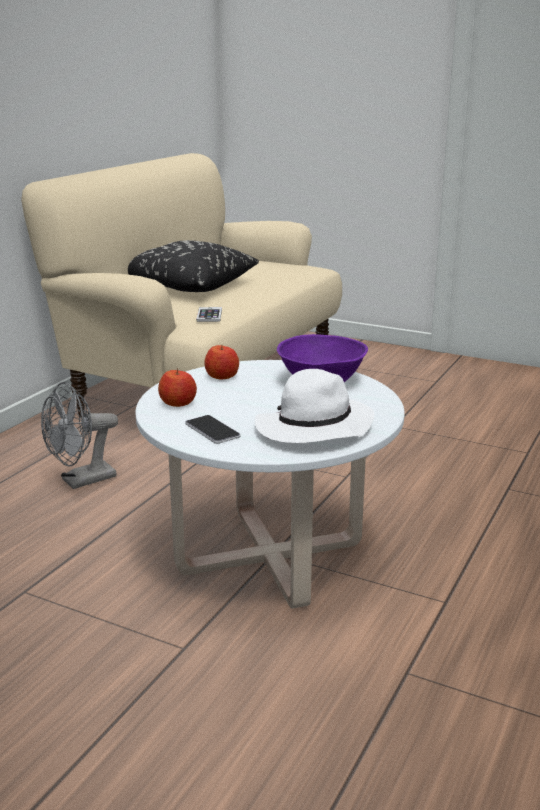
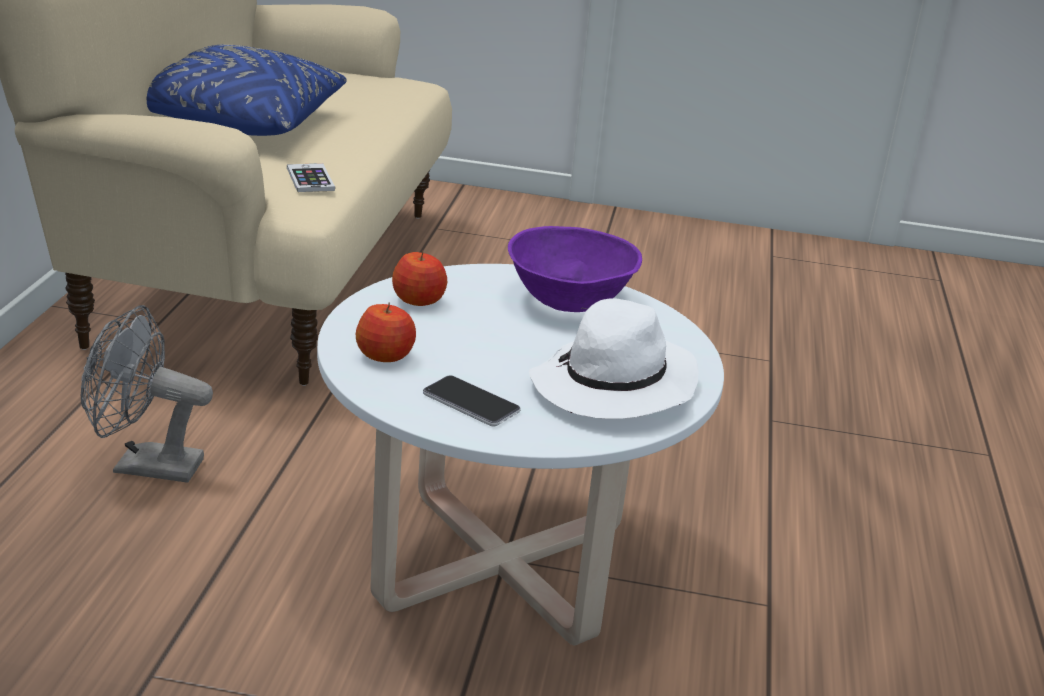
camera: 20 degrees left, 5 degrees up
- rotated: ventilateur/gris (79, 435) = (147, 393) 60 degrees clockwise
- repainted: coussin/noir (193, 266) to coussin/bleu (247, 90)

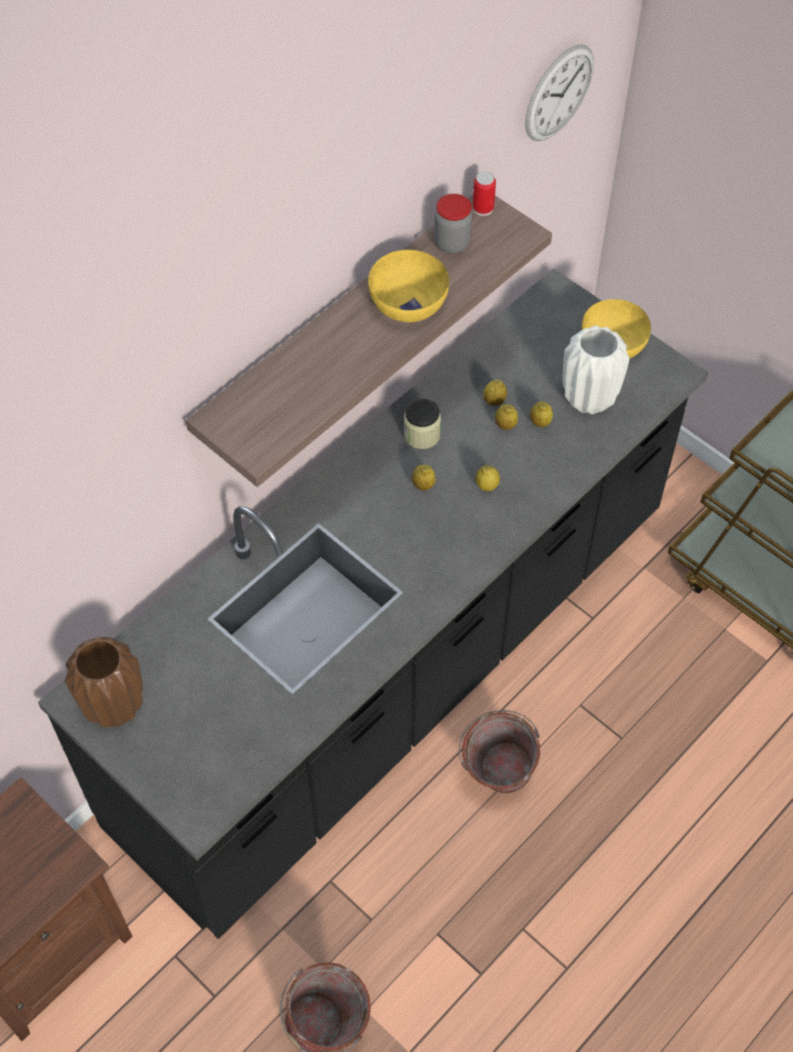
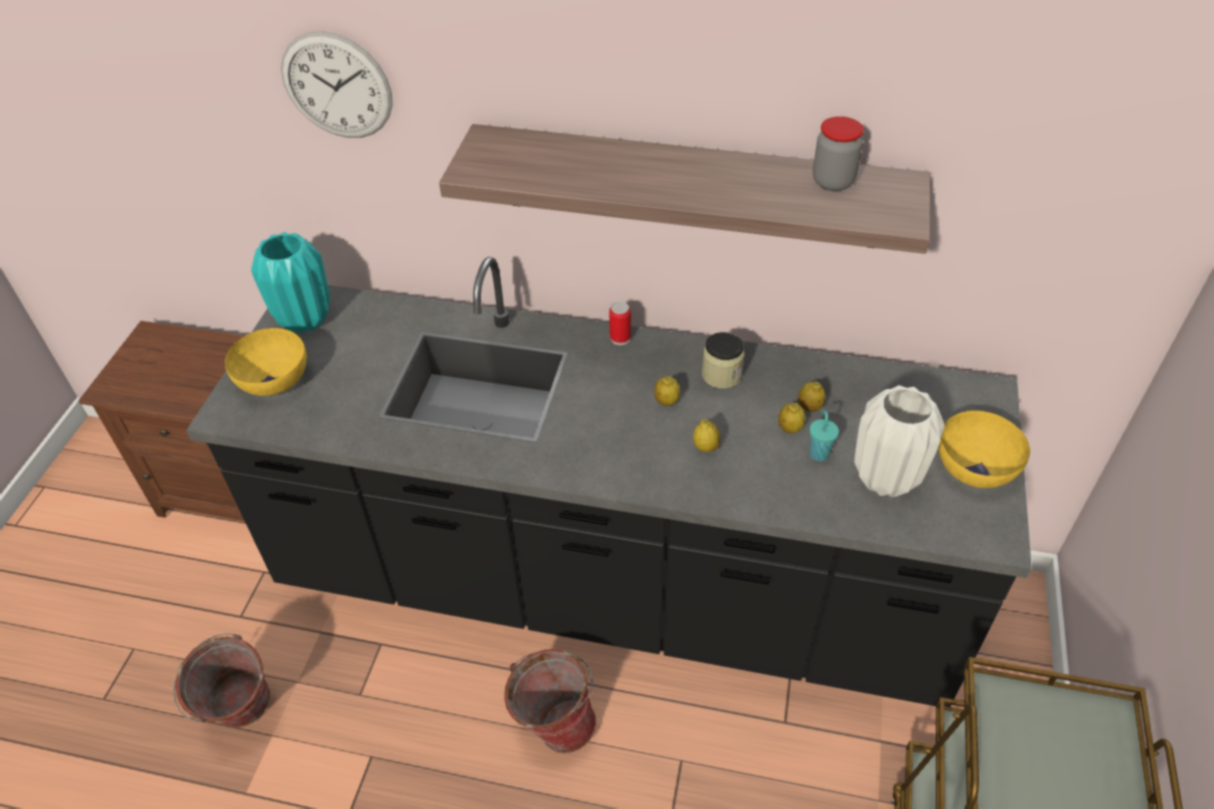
camera: 60 degrees right, 10 degrees down
- shifted: bol/jaune (408, 286) to (266, 362)
- repainted: vase/marron (104, 682) to vase/turquoise (290, 282)
- shifted: horloge murale (559, 92) to (337, 84)
- shifted: boîte métallique (484, 193) to (620, 323)
- swapped: citron (541, 414) to tasse/turquoise (824, 435)

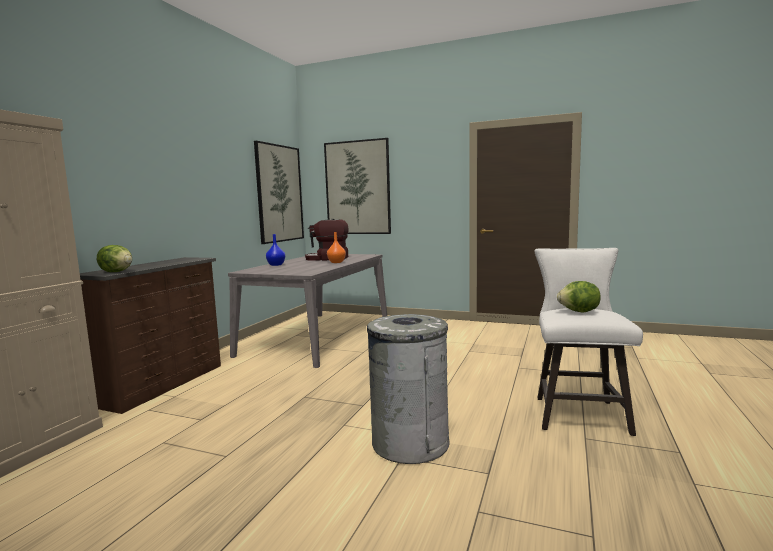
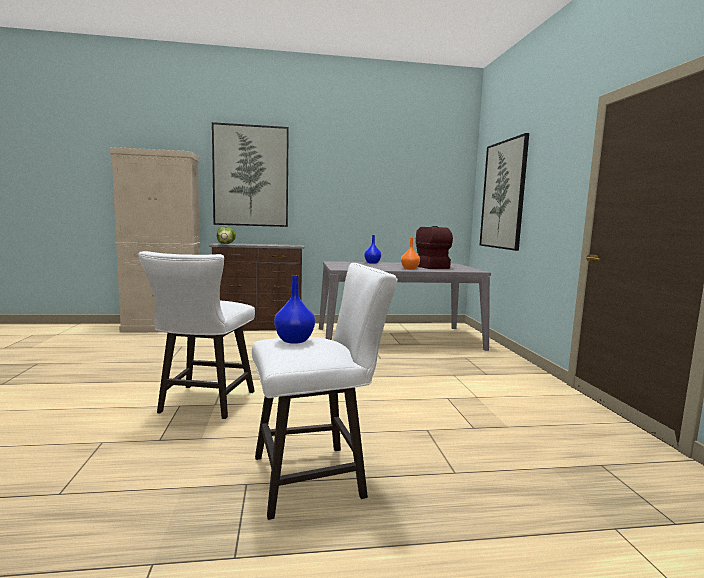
camera: 60 degrees right, 0 degrees up
- swapped: poubelle/gris (408, 389) to tabouret/blanc (196, 335)
- shifted: tableau (279, 192) to (250, 174)
- swapped: laitue (579, 297) to vase/bleu (294, 309)

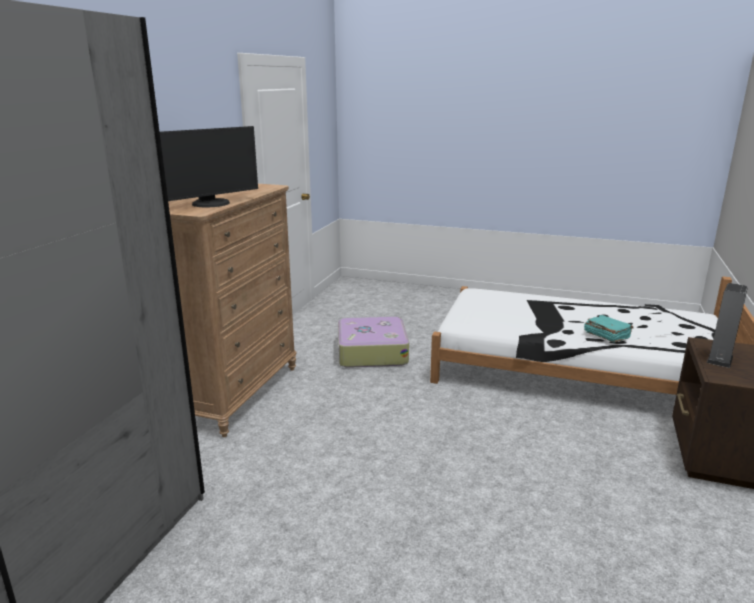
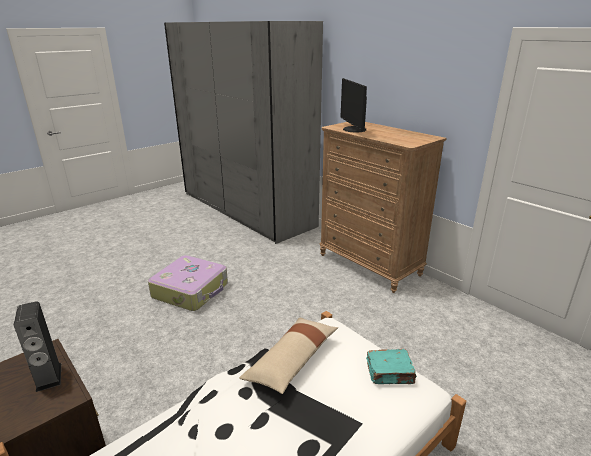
camera: 120 degrees right, 5 degrees up
- shifted: valise (373, 342) to (188, 283)
- new: coussin/beige (288, 355)
- shifted: livre/turquoise (609, 329) to (391, 366)

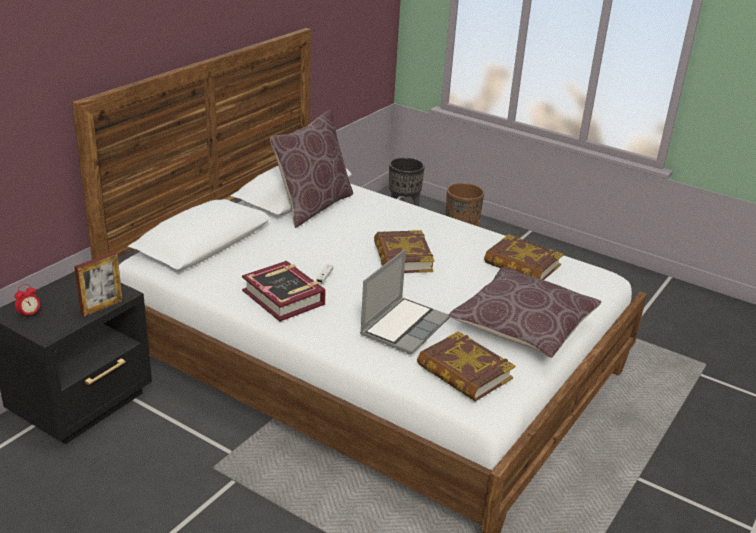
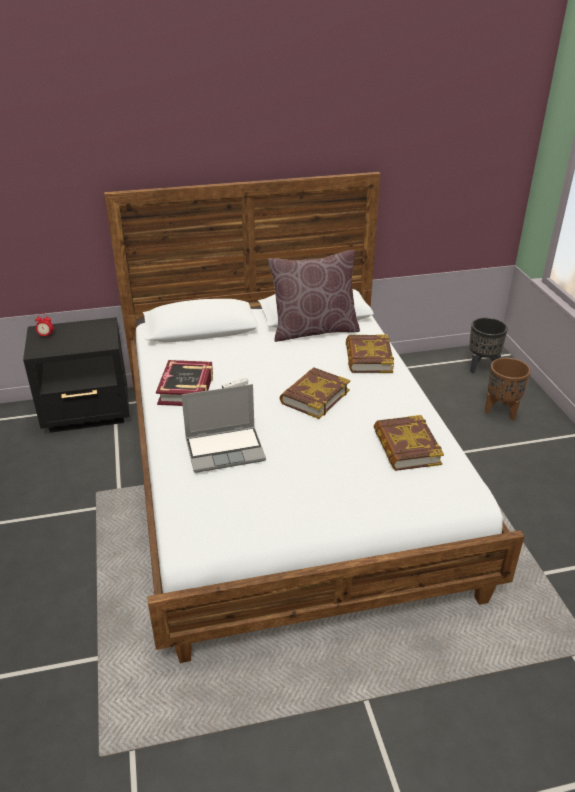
camera: 45 degrees right, 5 degrees up
- shifted: livre (466, 366) to (370, 354)
- gone: cadre photo (98, 284)
- gone: coussin/marron (524, 312)

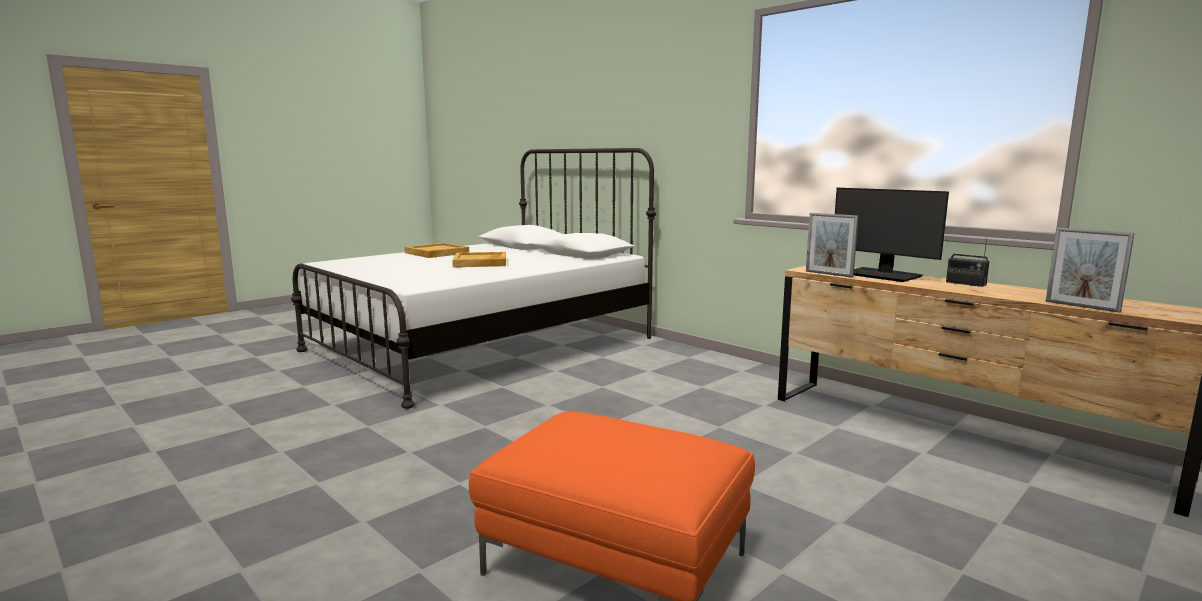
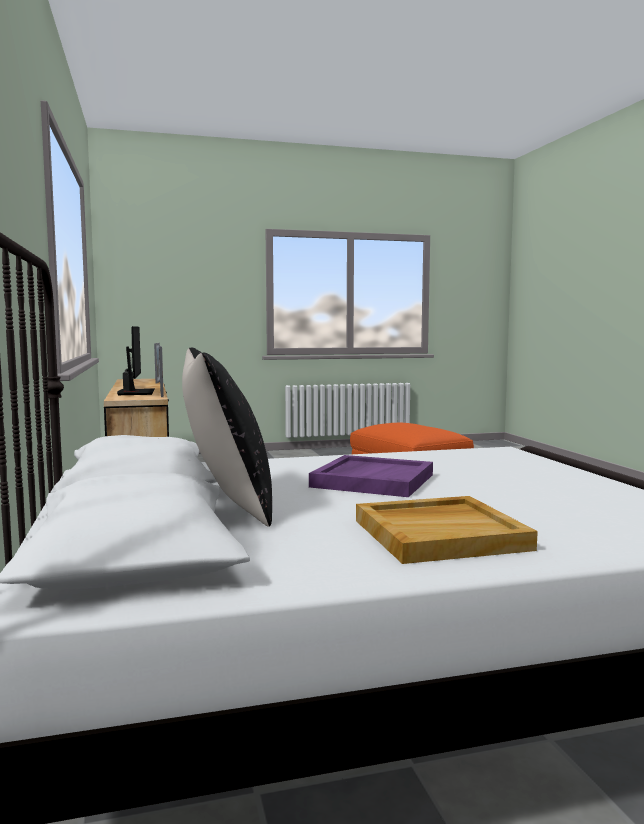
camera: 150 degrees left, 5 degrees down
- new: coussin/noir (227, 437)
- repainted: plateau/beige (479, 259) to plateau/violet (371, 476)

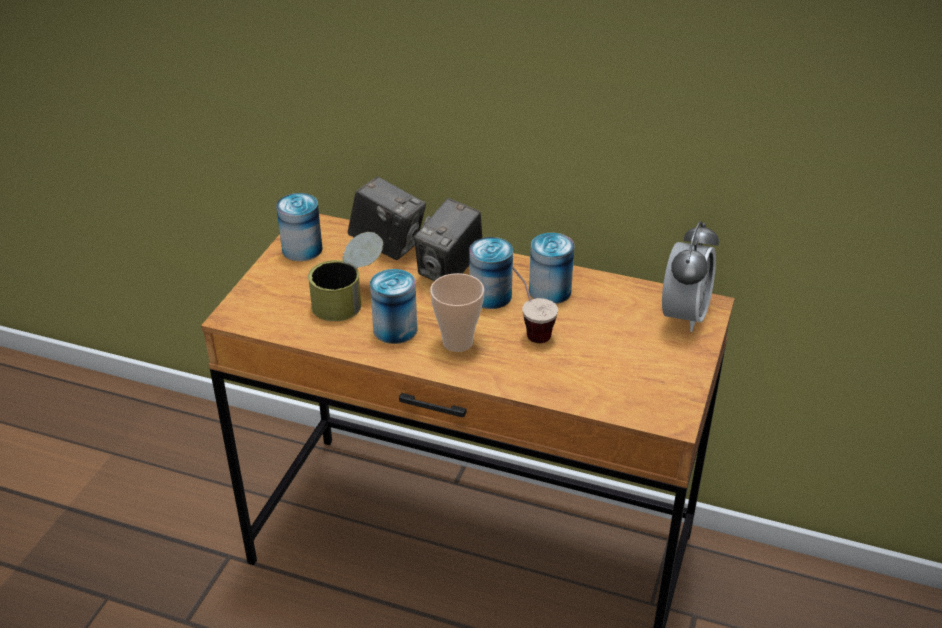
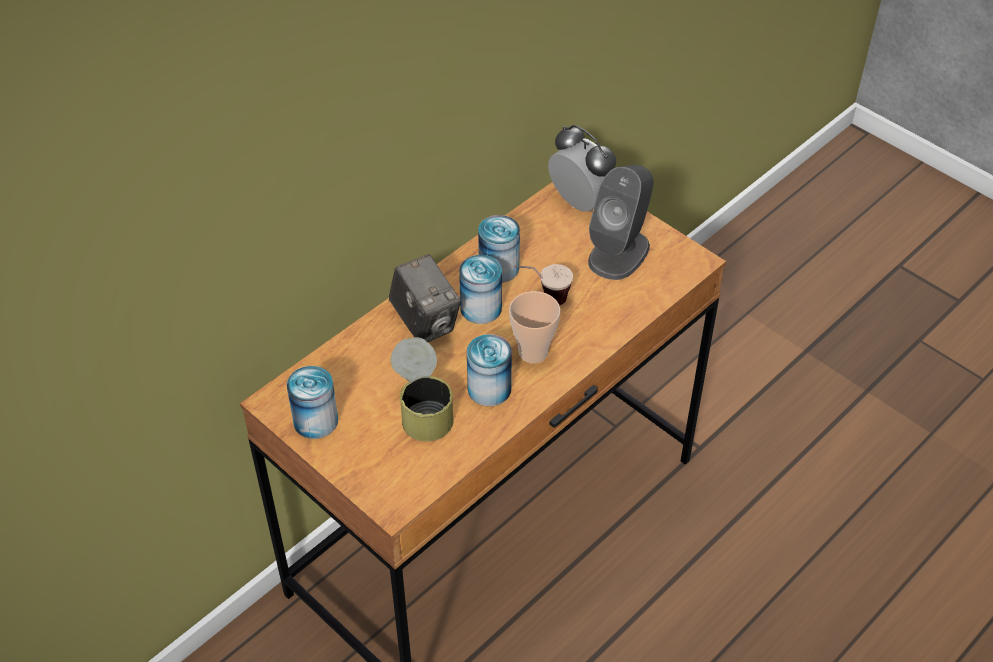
camera: 65 degrees left, 10 degrees up
- new: enceinte/gris (620, 222)
- gone: appareil photo (387, 218)

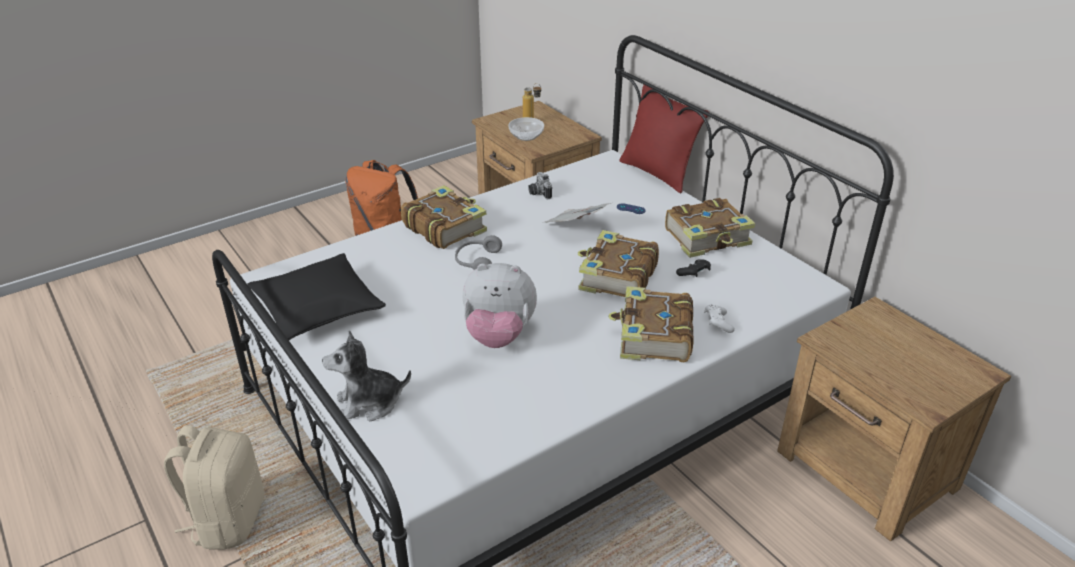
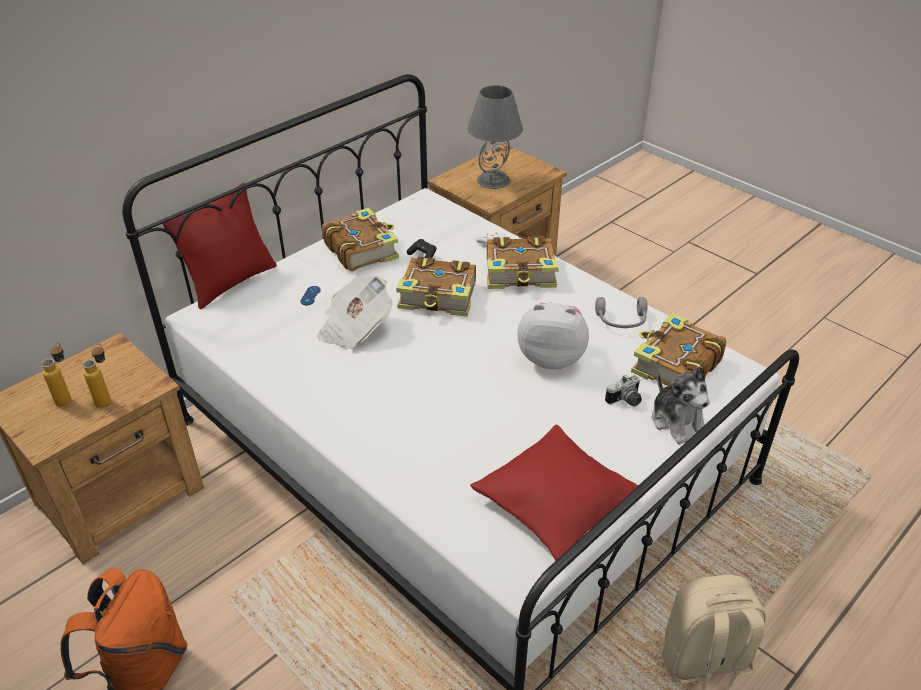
camera: 100 degrees left, 5 degrees up
- swapped: bol (526, 129) to bouteille (96, 376)
- new: lampe de table/gris (495, 137)
- repainted: coussin/noir (316, 296) to coussin/rouge (554, 493)
- rotated: peluche (500, 305) = (553, 336) 75 degrees counterclockwise
- shifted: casque audio/gris (478, 252) to (621, 312)
- shifted: appareil photo (540, 185) to (623, 390)
- shifted: livre (444, 217) to (678, 349)

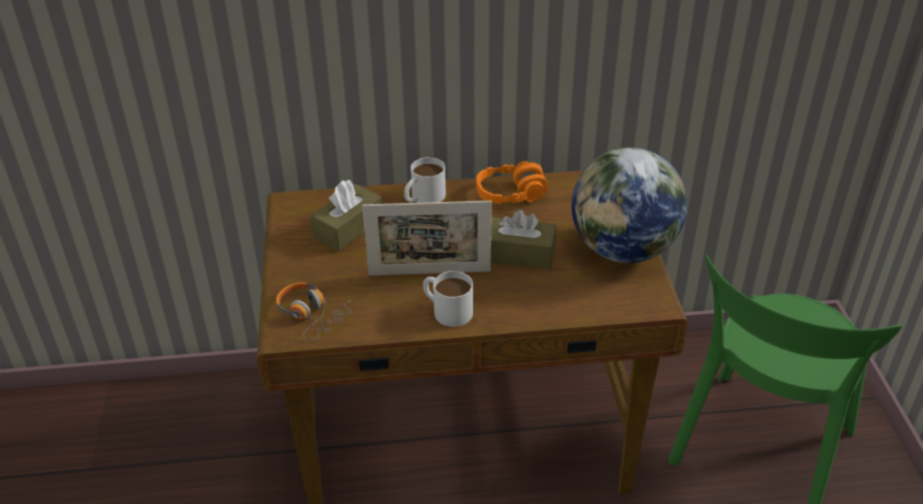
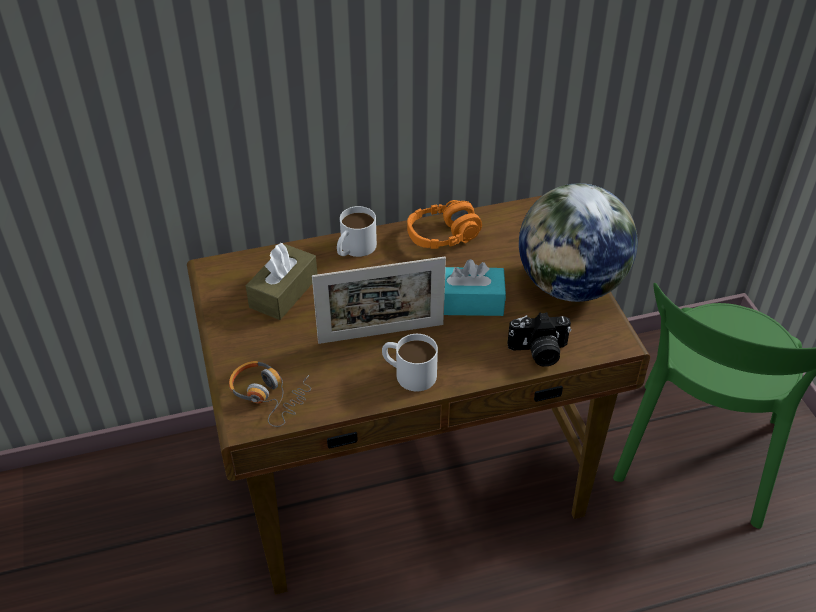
camera: 10 degrees left, 5 degrees up
- repainted: boîte à mouchoirs/marron (523, 239) to boîte à mouchoirs/turquoise (475, 287)
- new: appareil photo (539, 339)

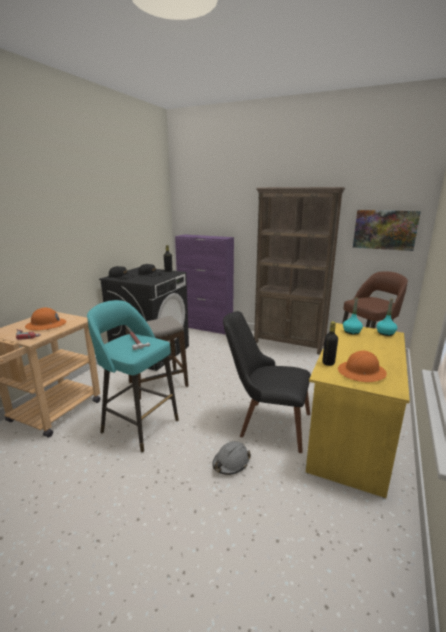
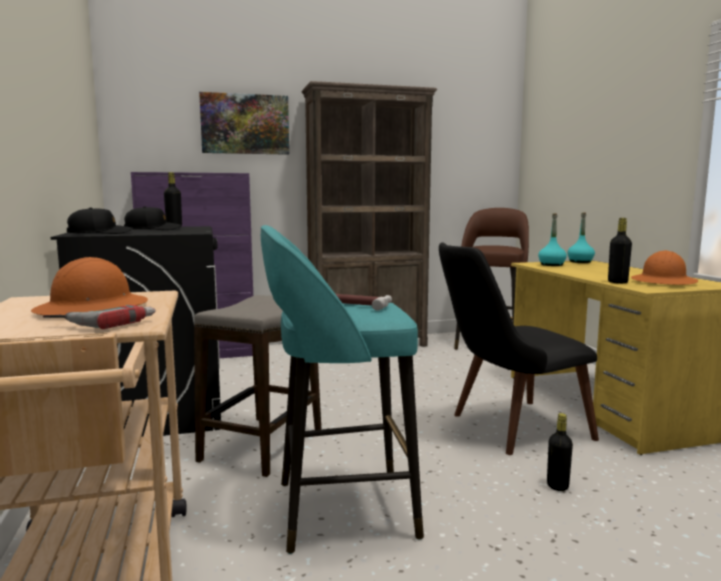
camera: 40 degrees left, 10 degrees down
- shifted: tableau (387, 230) to (244, 123)
- swapped: casque de chantier/gris (231, 458) to bouteille/noir (560, 452)

